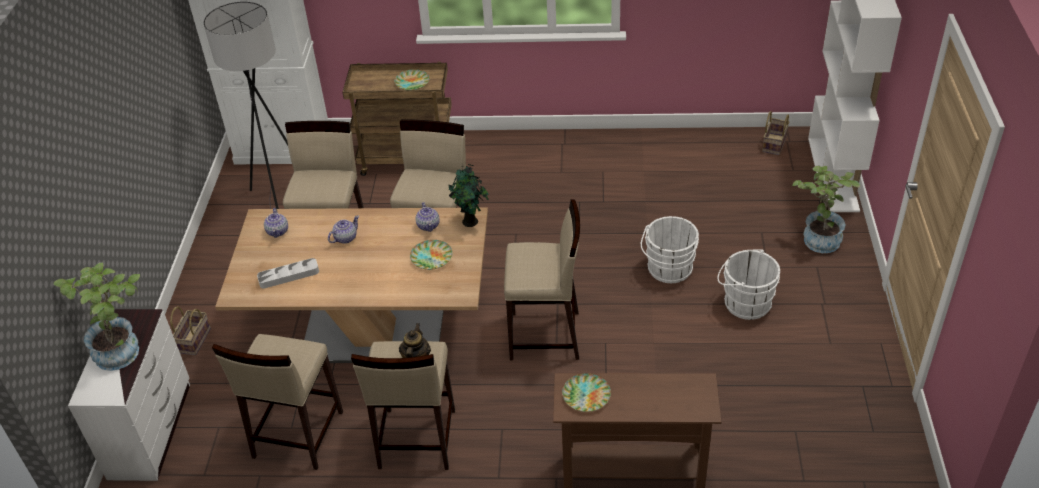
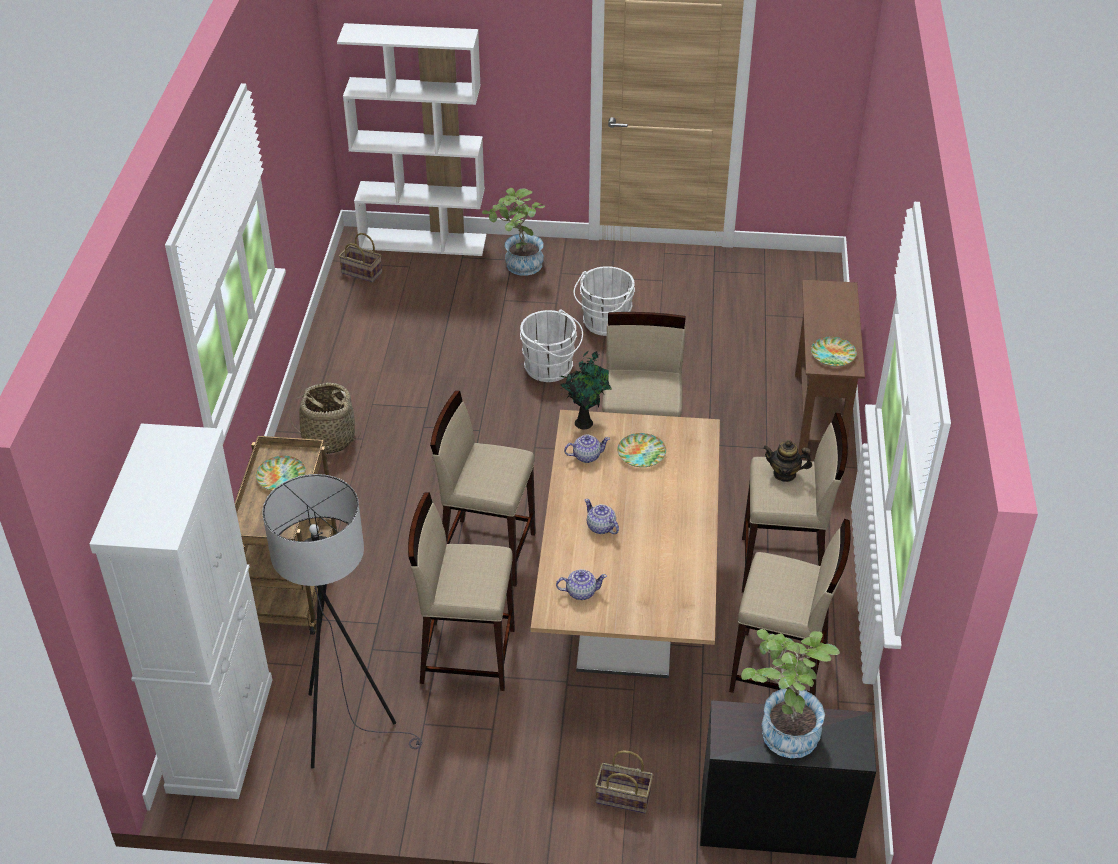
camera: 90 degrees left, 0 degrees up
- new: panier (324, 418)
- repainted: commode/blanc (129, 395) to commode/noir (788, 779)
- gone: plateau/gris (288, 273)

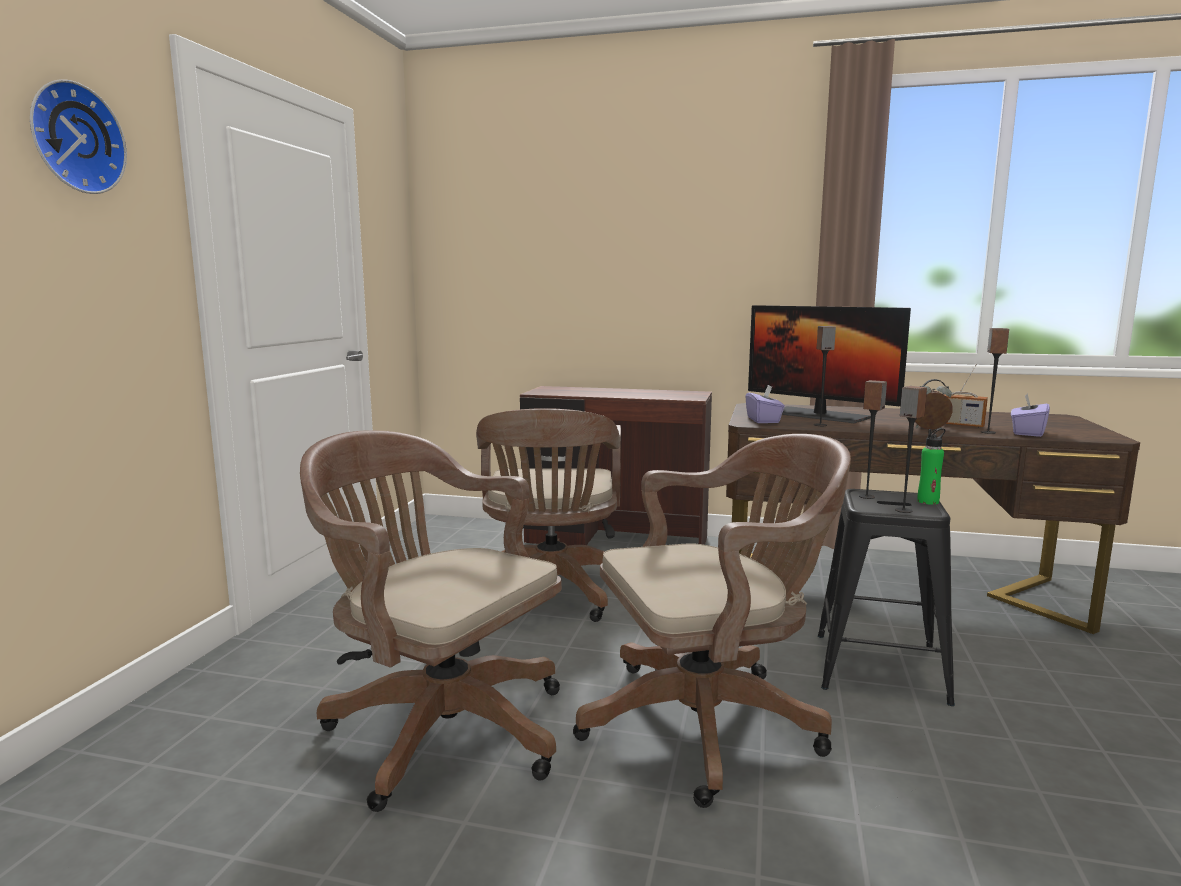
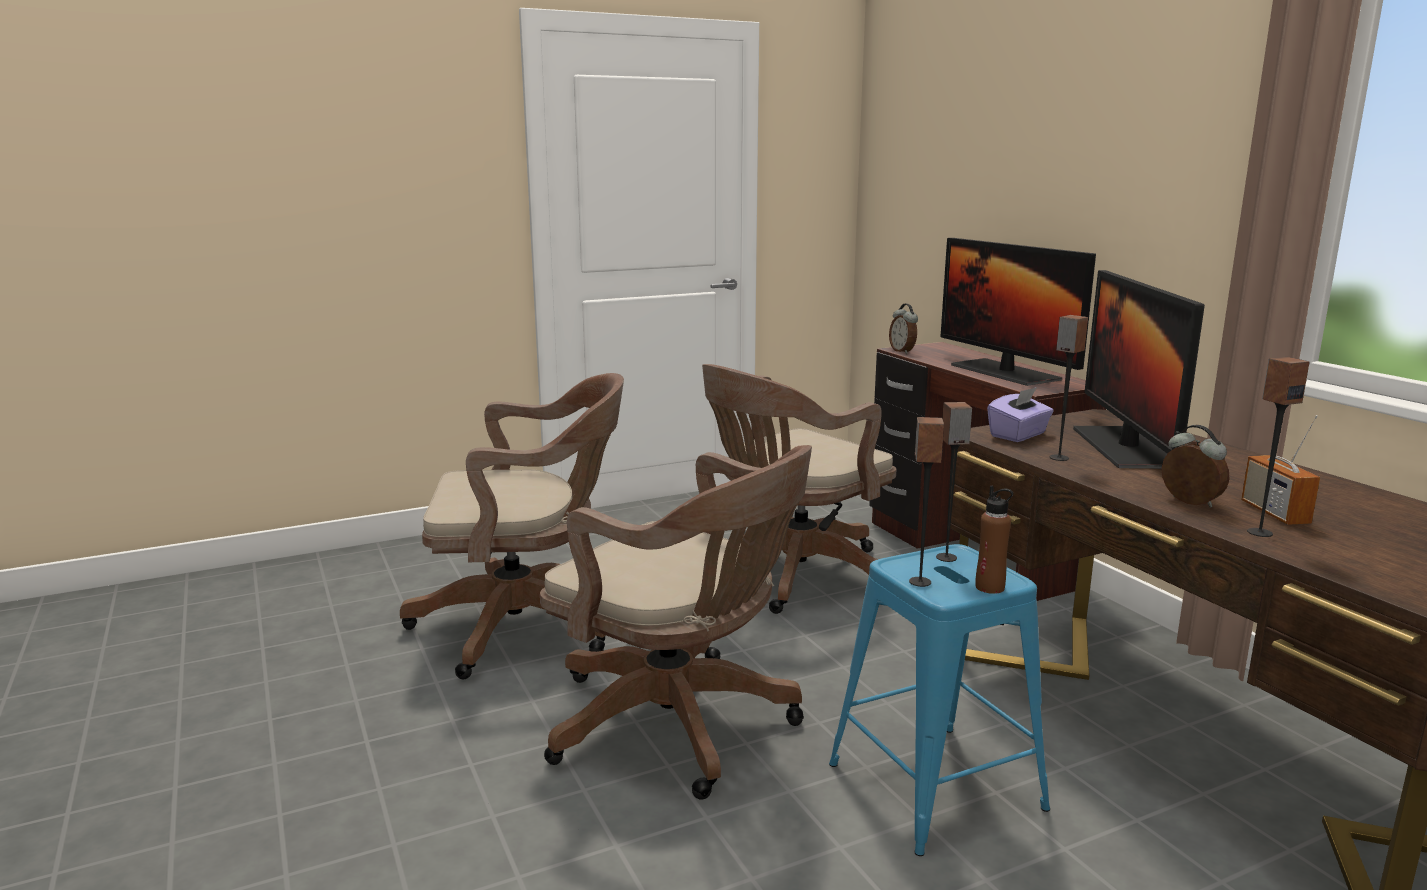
camera: 50 degrees right, 5 degrees up
- rotated: chaise de bureau/marron (431, 621) = (512, 526) 90 degrees clockwise
- repainted: tabouret/noir (886, 597) to tabouret/bleu (939, 700)
- new: réveil (903, 329)
- new: écran d'ordinateur (1018, 312)
- repainted: bouteille/vert (931, 466) to bouteille/marron (994, 539)
- gone: horloge murale (78, 136)
- gone: boîte à mouchoirs/violet (1030, 415)

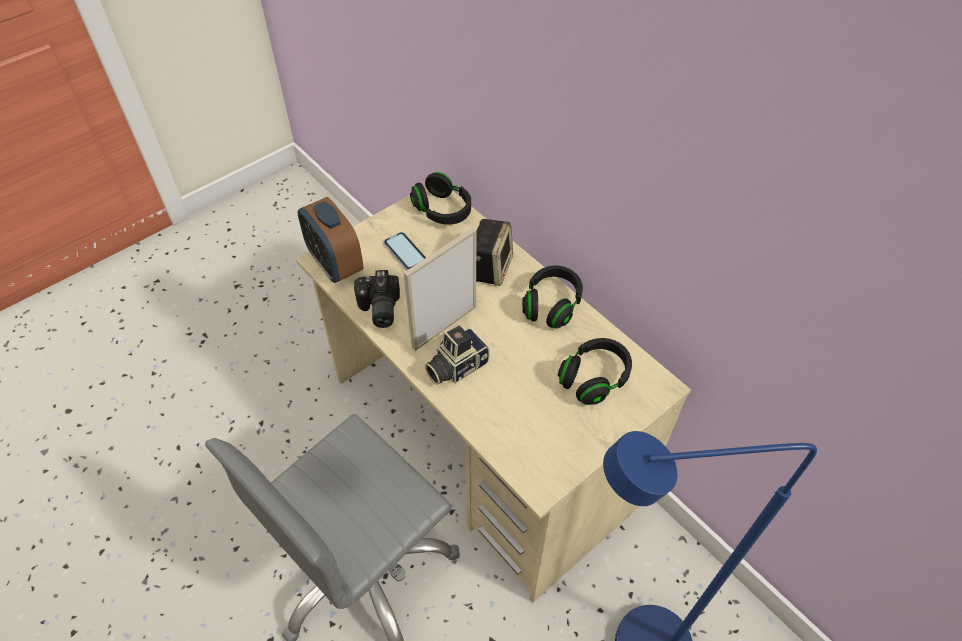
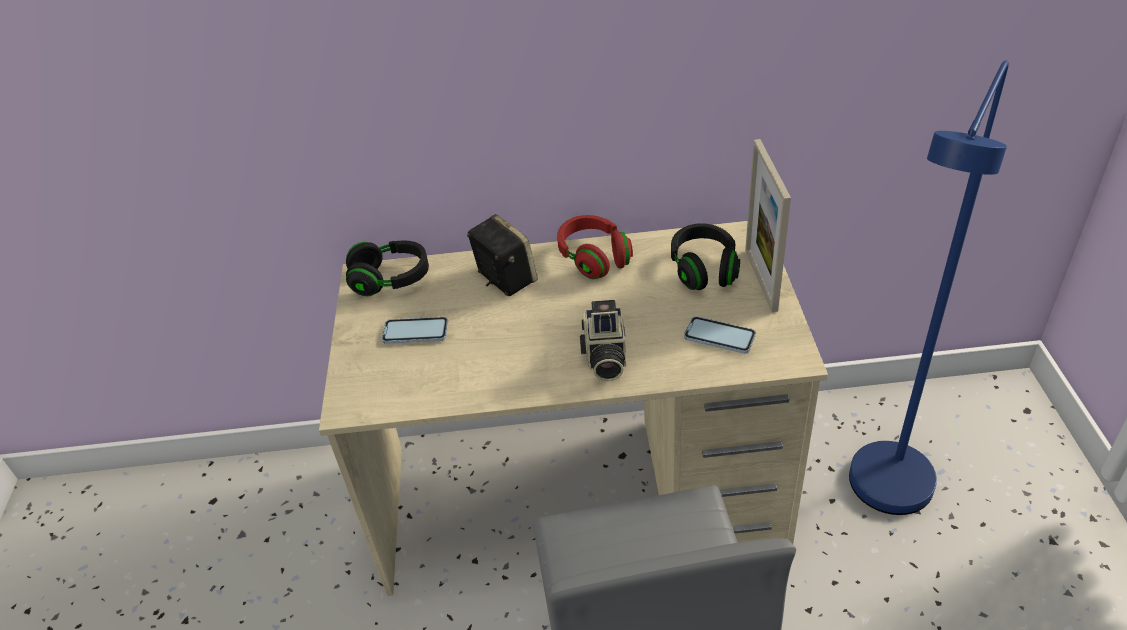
camera: 50 degrees left, 10 degrees down
- repainted: casque audio/noir (552, 297) to casque audio/rouge (595, 247)
- new: téléphone (720, 335)
- shifted: cadre photo (440, 289) to (768, 225)
- gone: réveil (330, 240)
- gone: appareil photo (377, 299)

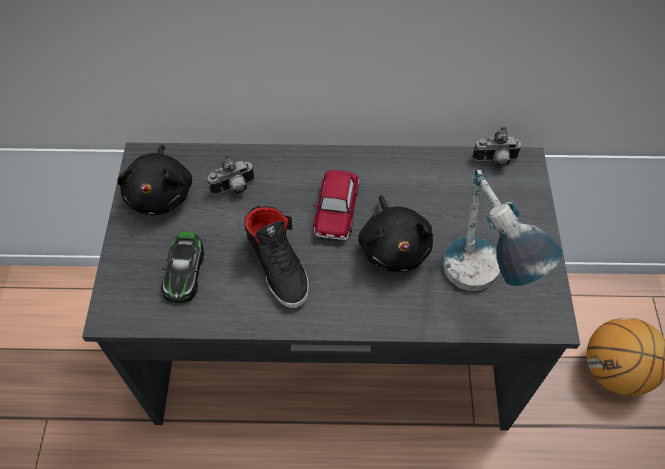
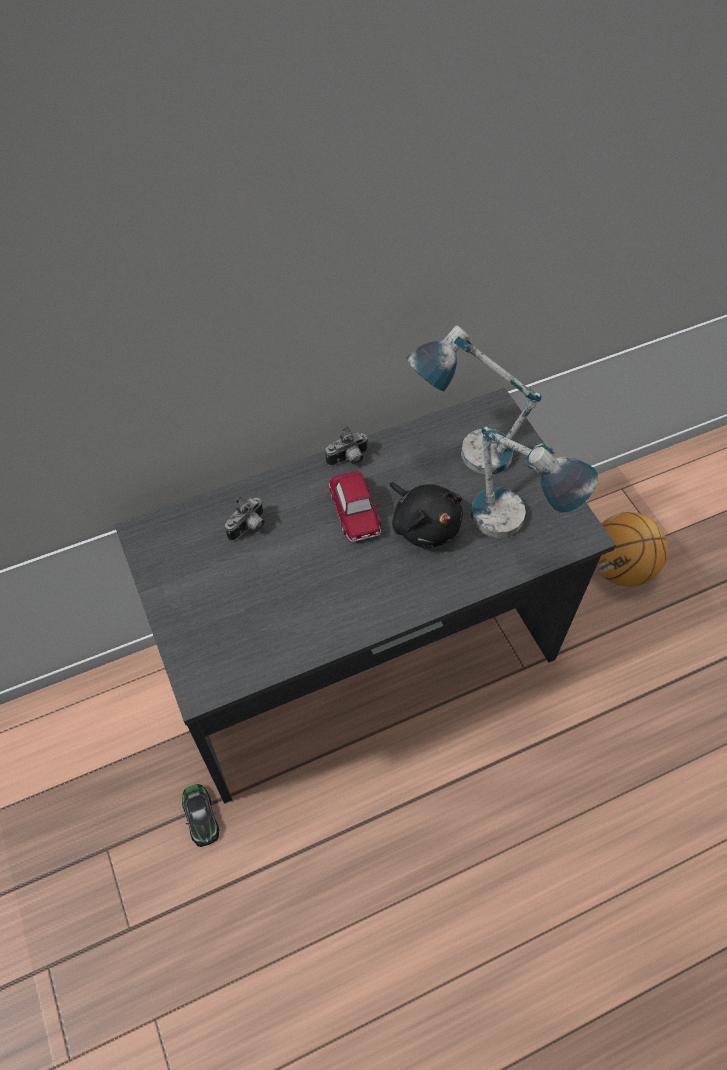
camera: 25 degrees left, 0 degrees up
- shifted: petite voiture (182, 267) to (200, 815)
- shifted: appareil photo (497, 147) to (347, 446)
- new: lampe de table (473, 399)
- gone: peluche/noir (154, 180)
- gone: chaussure/noir (276, 257)

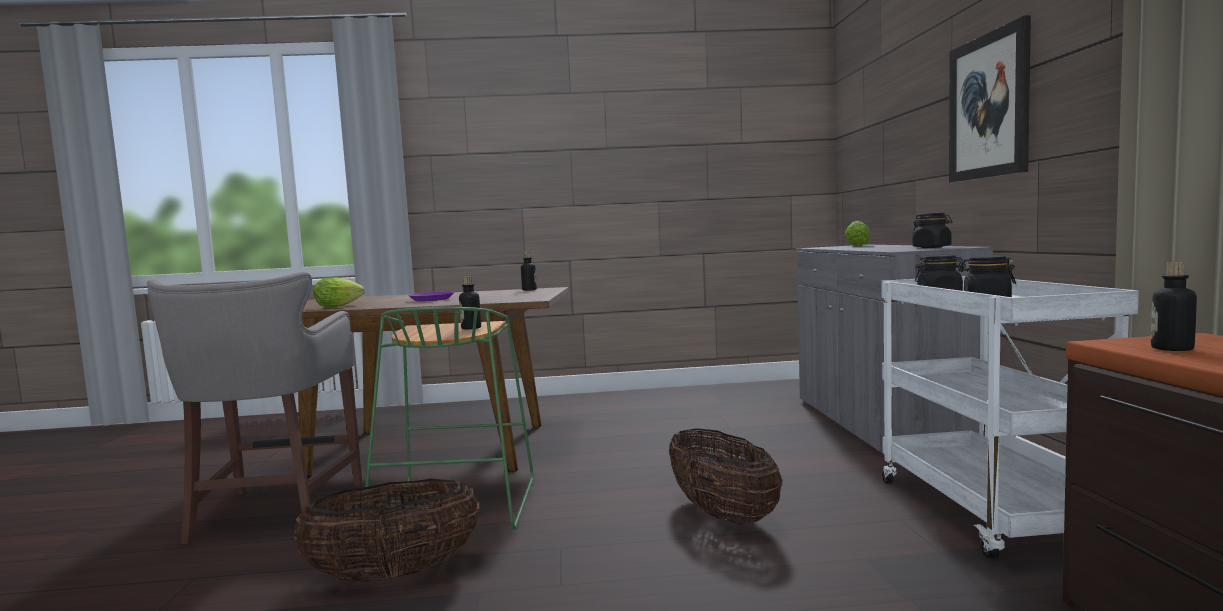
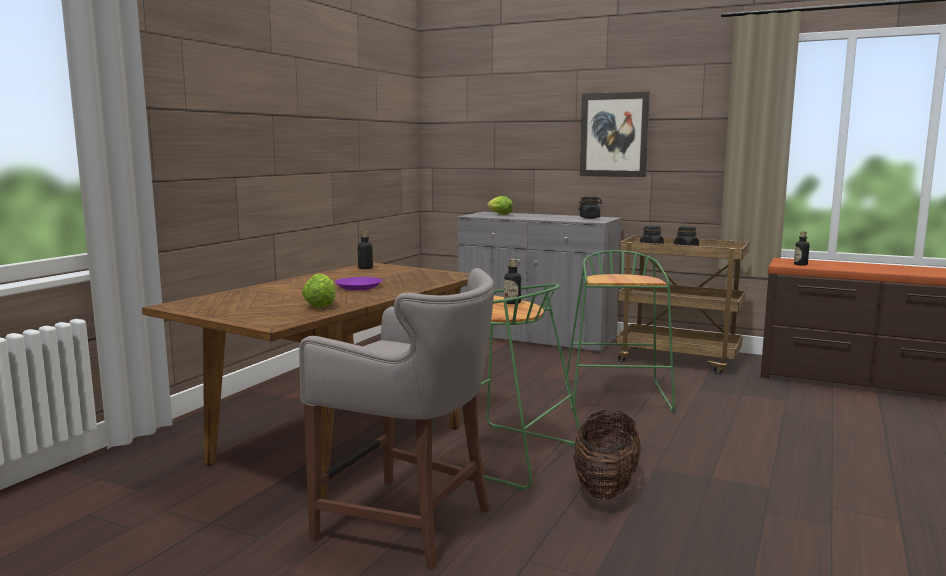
camera: 60 degrees left, 5 degrees up
- swapped: panier (725, 477) to tabouret/vert (620, 331)
- repainted: chariot/blanc (1010, 417) to chariot/marron (682, 304)

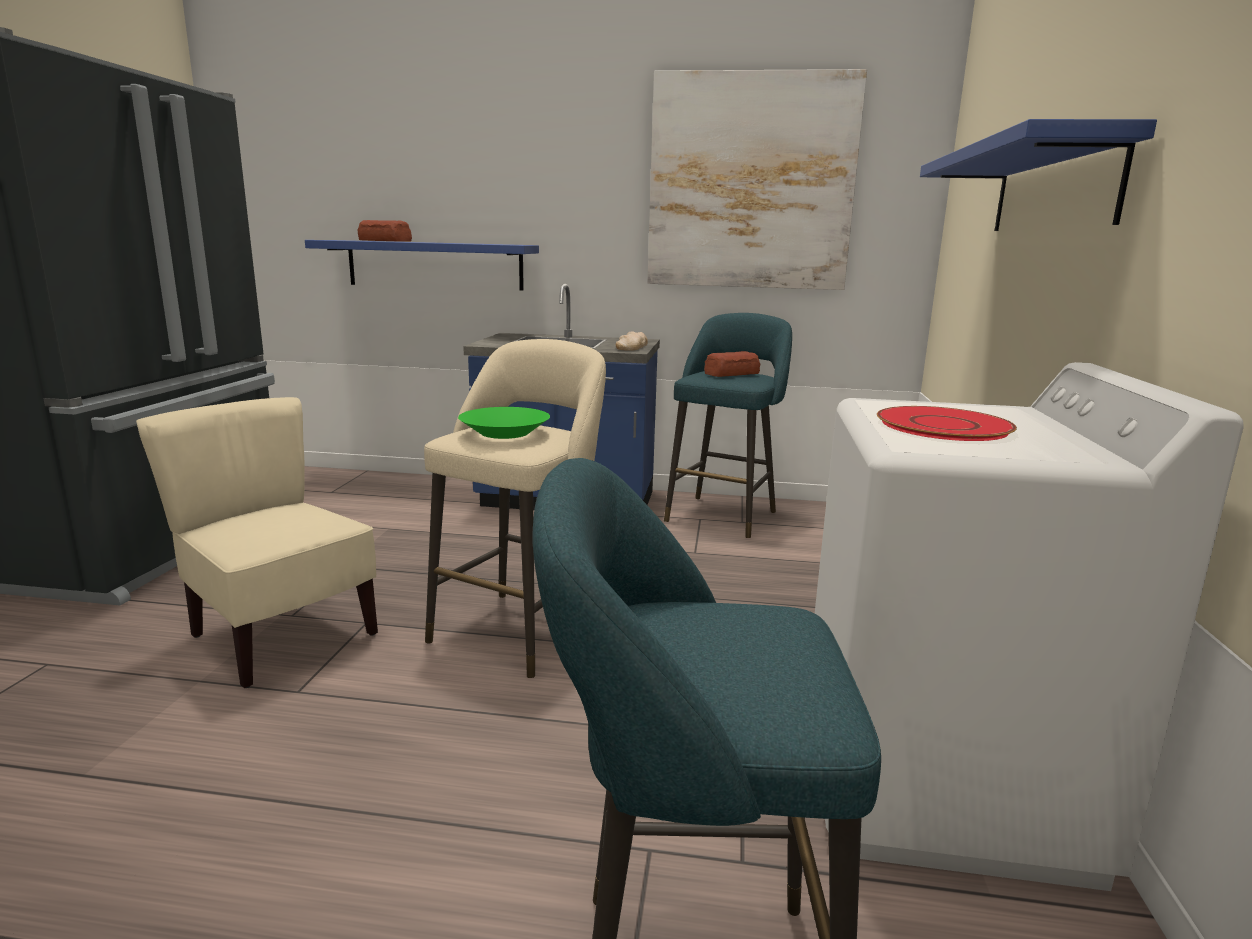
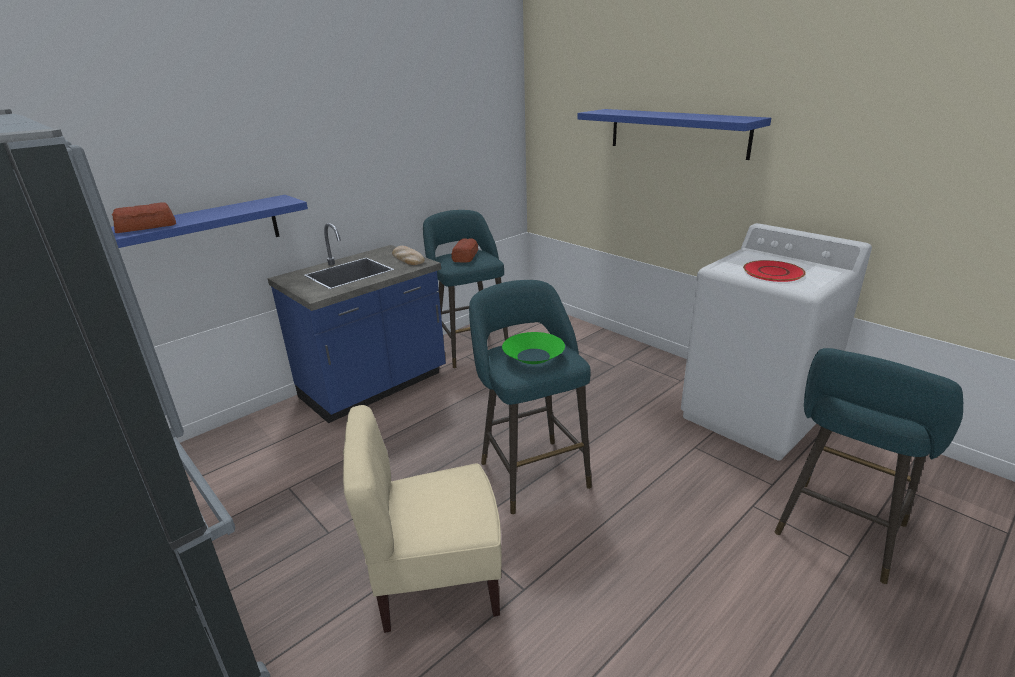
camera: 50 degrees left, 10 degrees up
- repainted: tabouret/beige (515, 508) to tabouret/turquoise (530, 397)
- gone: tableau (757, 179)

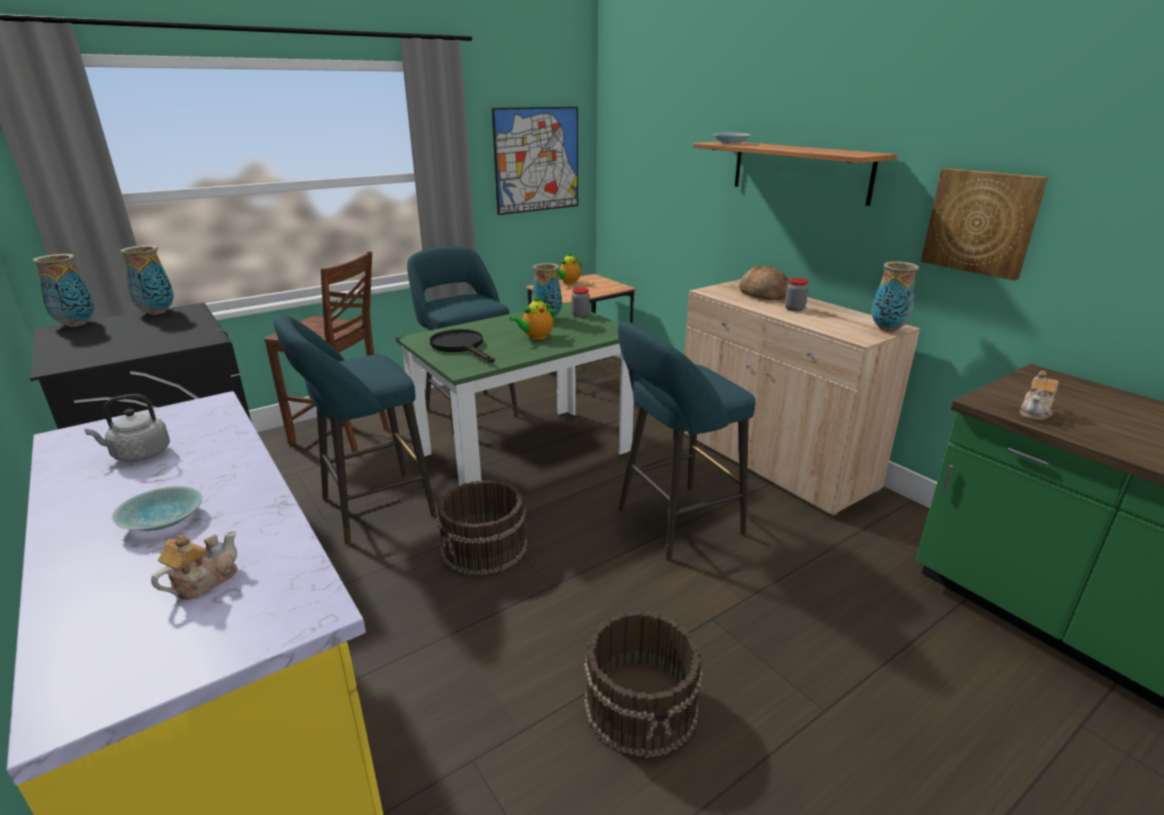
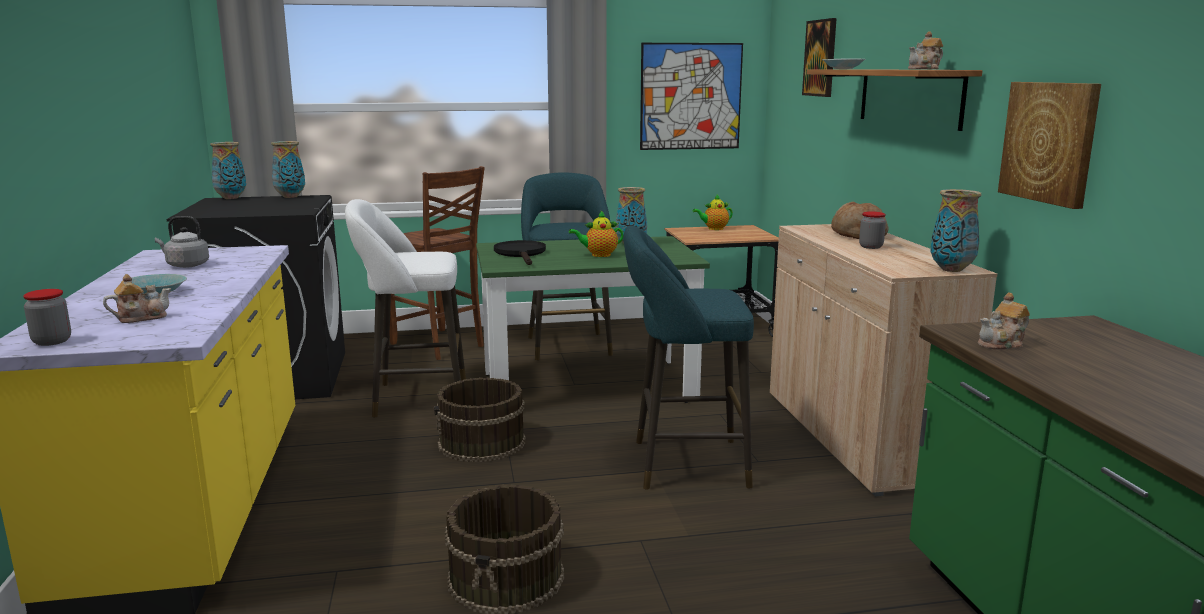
camera: 25 degrees right, 10 degrees down
- shifted: bocal (581, 302) to (47, 317)
- repainted: tabouret/turquoise (355, 429) to tabouret/blanc (405, 308)
- new: tableau (819, 57)
- new: théière (925, 50)

